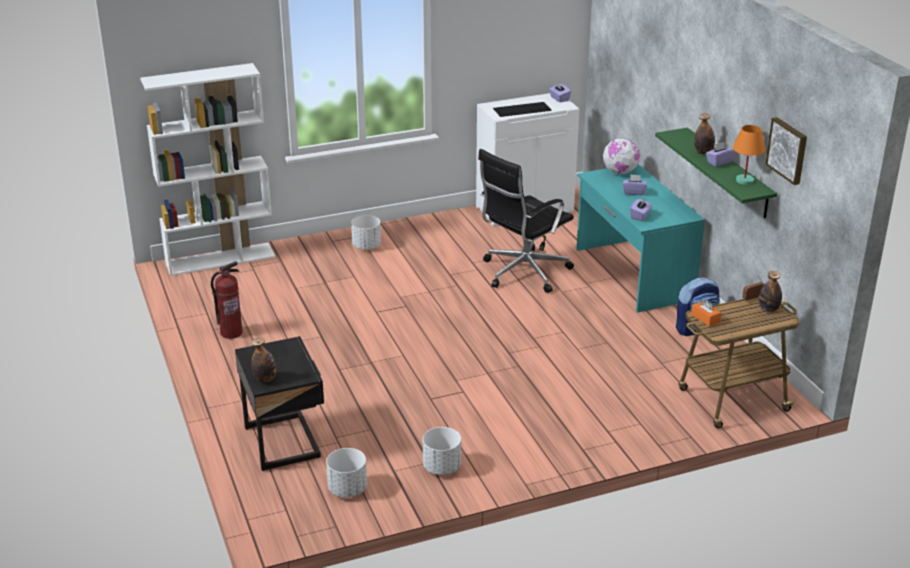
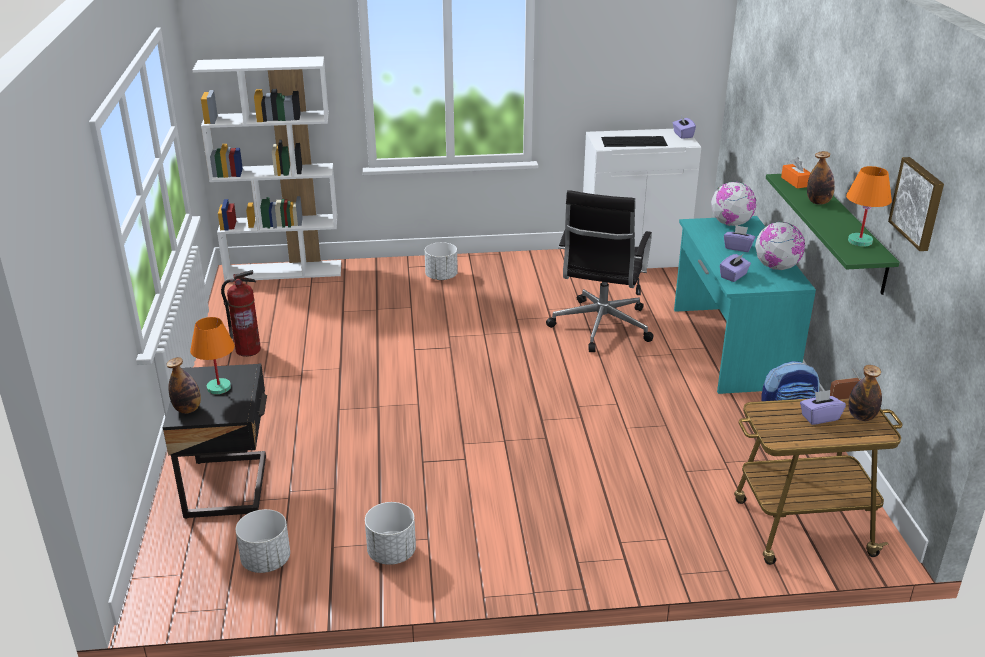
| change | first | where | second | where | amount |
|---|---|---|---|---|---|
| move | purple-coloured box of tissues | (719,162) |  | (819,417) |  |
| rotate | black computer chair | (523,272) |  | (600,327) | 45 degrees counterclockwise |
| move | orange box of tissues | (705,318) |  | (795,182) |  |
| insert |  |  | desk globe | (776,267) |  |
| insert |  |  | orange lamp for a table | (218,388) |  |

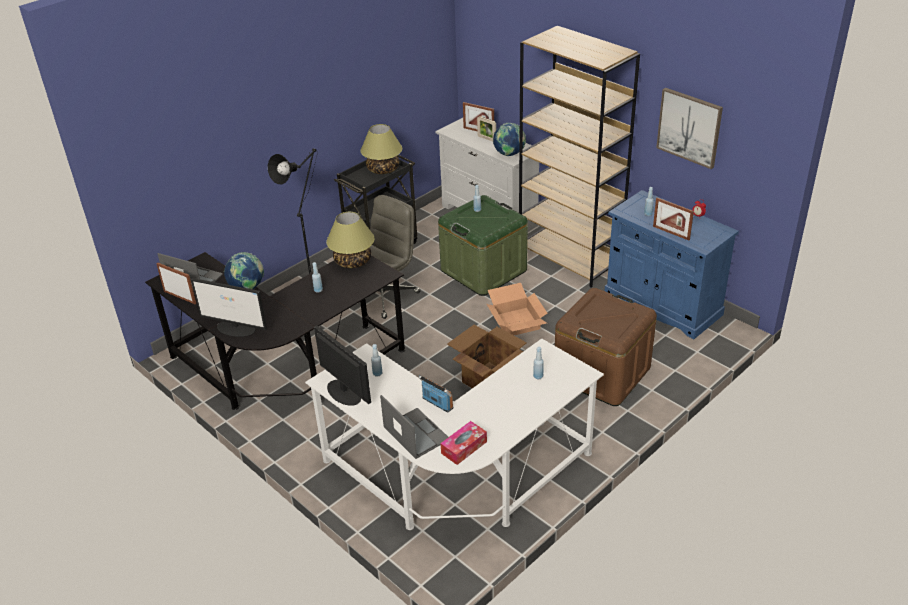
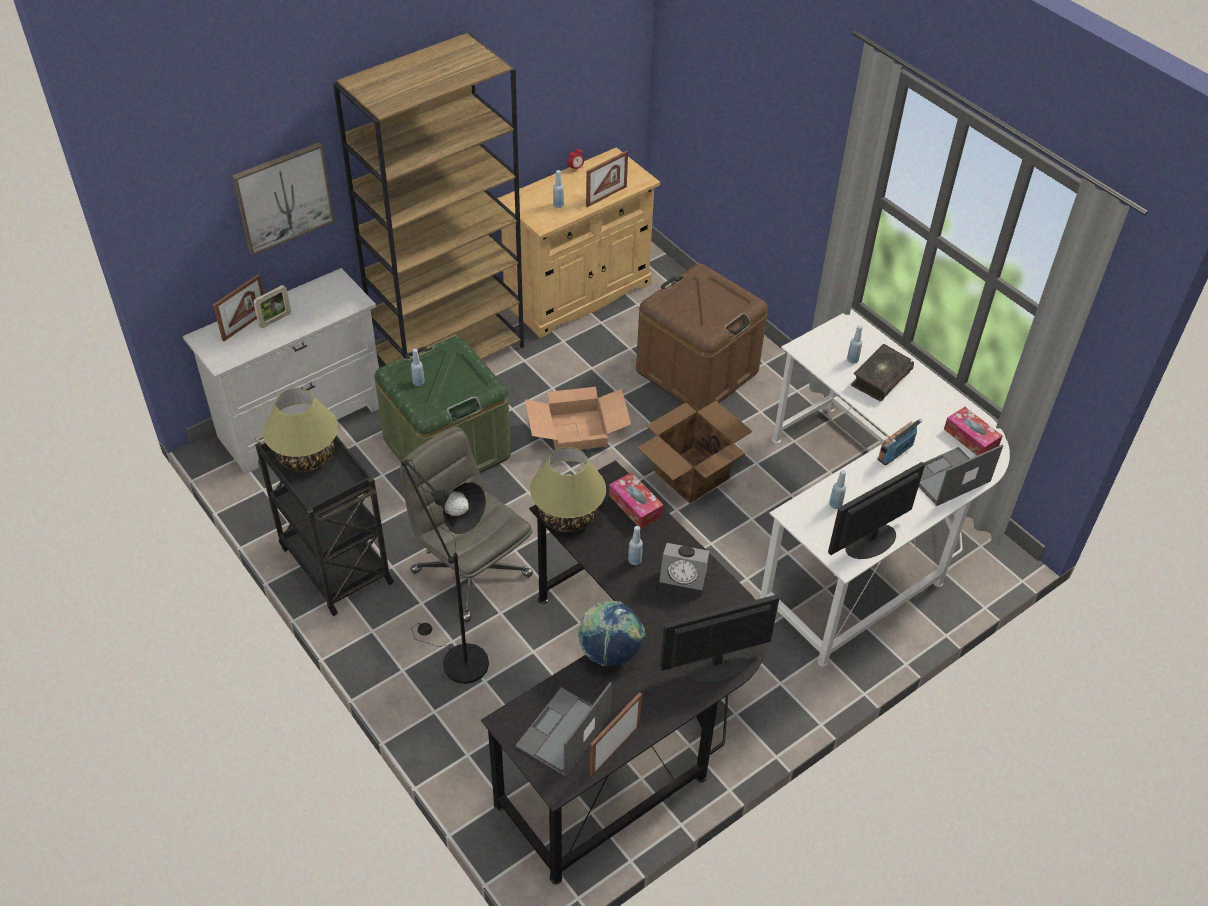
| change | first | where | second | where | amount |
|---|---|---|---|---|---|
| move | picture | (689,127) |  | (283,197) |  |
| delete | desk globe | (509,155) |  |  |  |
| recolor | blue-coloured storage cabinet | (662,304) | sand-coloured storage cabinet | (578,293) |  |
| rotate | monitor | (236,328) |  | (715,665) | 135 degrees counterclockwise |
| insert |  |  | bound book | (880,378) |  |
| insert |  |  | box of tissues | (635,506) |  |
| insert |  |  | table clock | (684,580) |  |

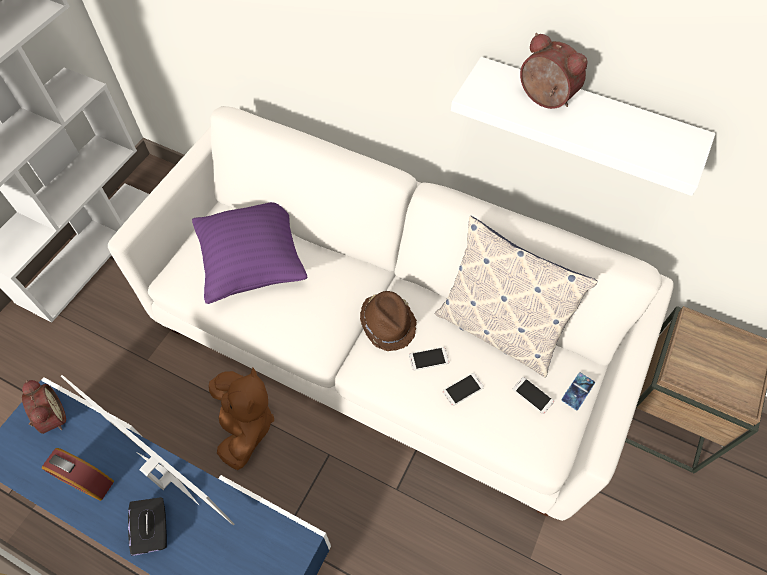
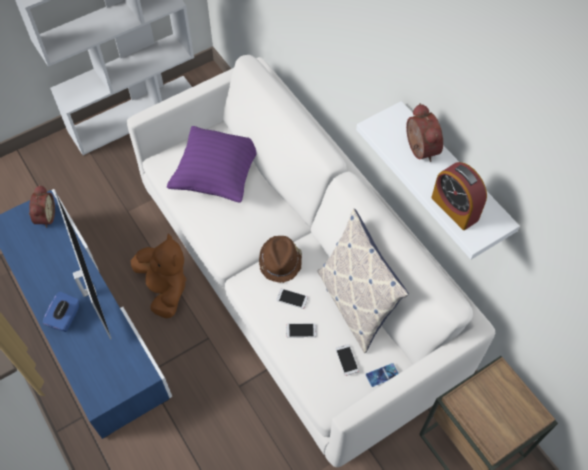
| change | first | where | second | where | amount |
|---|---|---|---|---|---|
| rotate | brown soft toy | (245,426) |  | (165,289) | 45 degrees counterclockwise |
| move | table clock | (87,480) |  | (454,208) |  |
| recolor | black box of tissues | (154,529) | blue-coloured box of tissues | (65,317) |  |

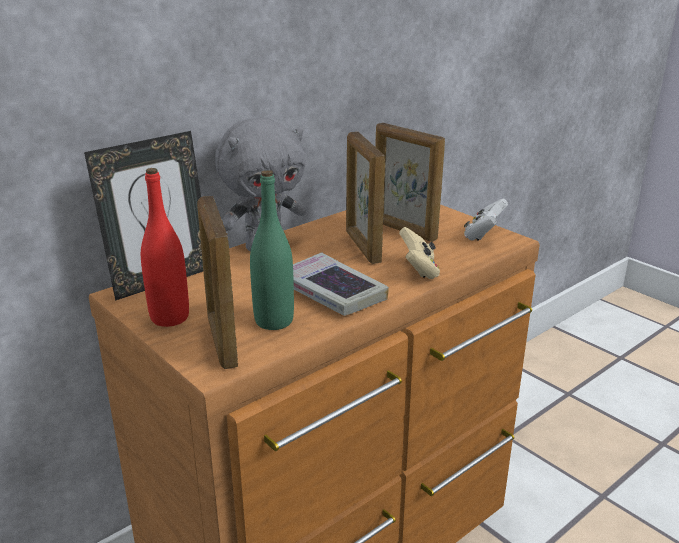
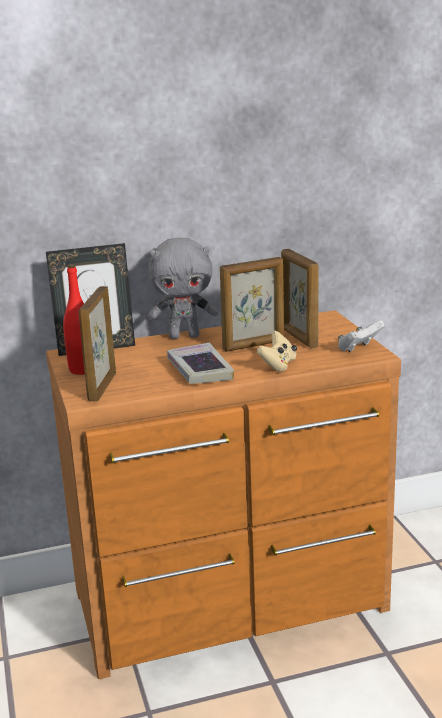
| change | first | where | second | where | amount |
|---|---|---|---|---|---|
| rotate | standing frame | (362,247) |  | (254,345) | 120 degrees counterclockwise |
| delete | green-coloured beverage bottle | (274,321) |  |  |  |

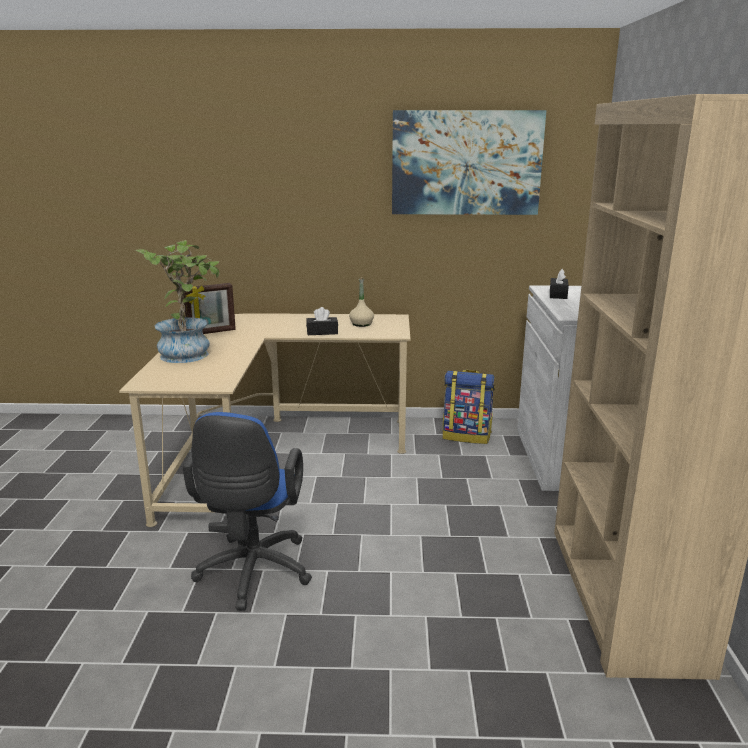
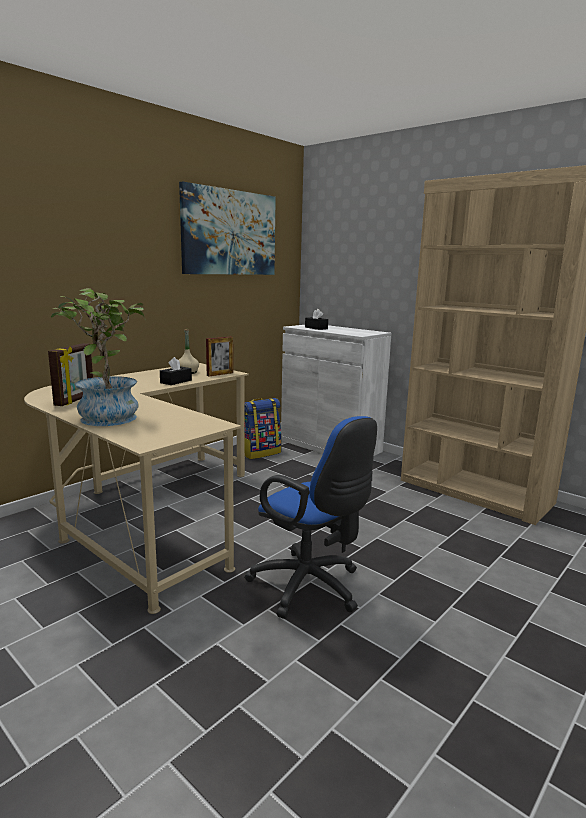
| change | first | where | second | where | amount |
|---|---|---|---|---|---|
| insert |  |  | standing frame | (220,374) |  |

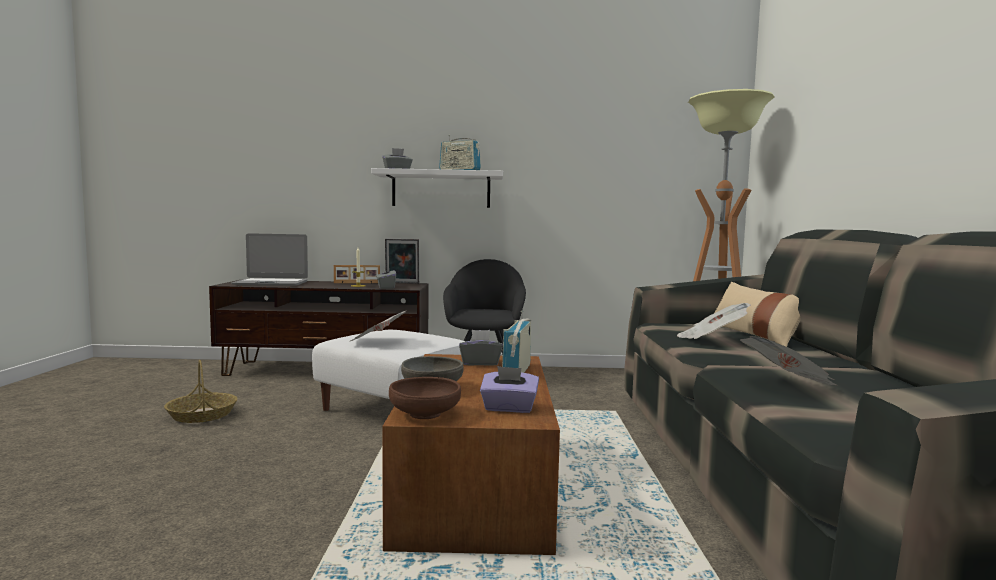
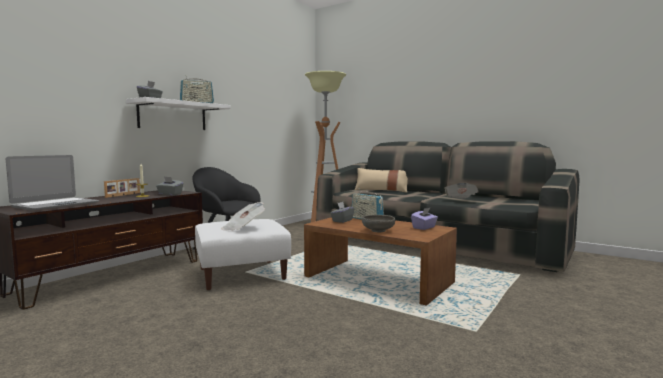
| change | first | where | second | where | amount |
|---|---|---|---|---|---|
| delete | standing frame | (402,283) |  |  |  |
| delete | daily paper | (711,339) |  |  |  |
| delete | storage basket | (202,415) |  |  |  |
| delete | brown bowl | (424,414) |  |  |  |

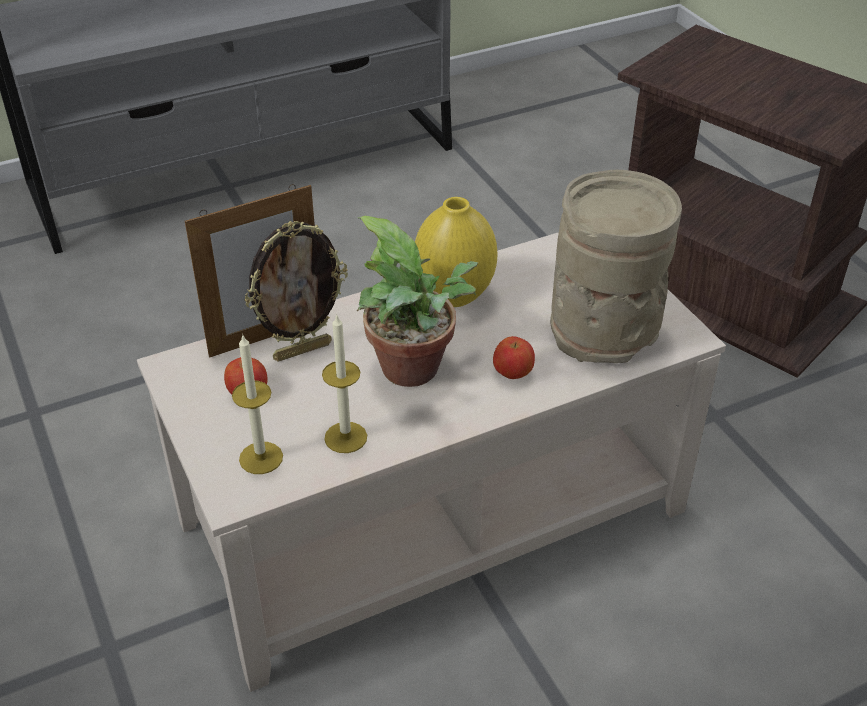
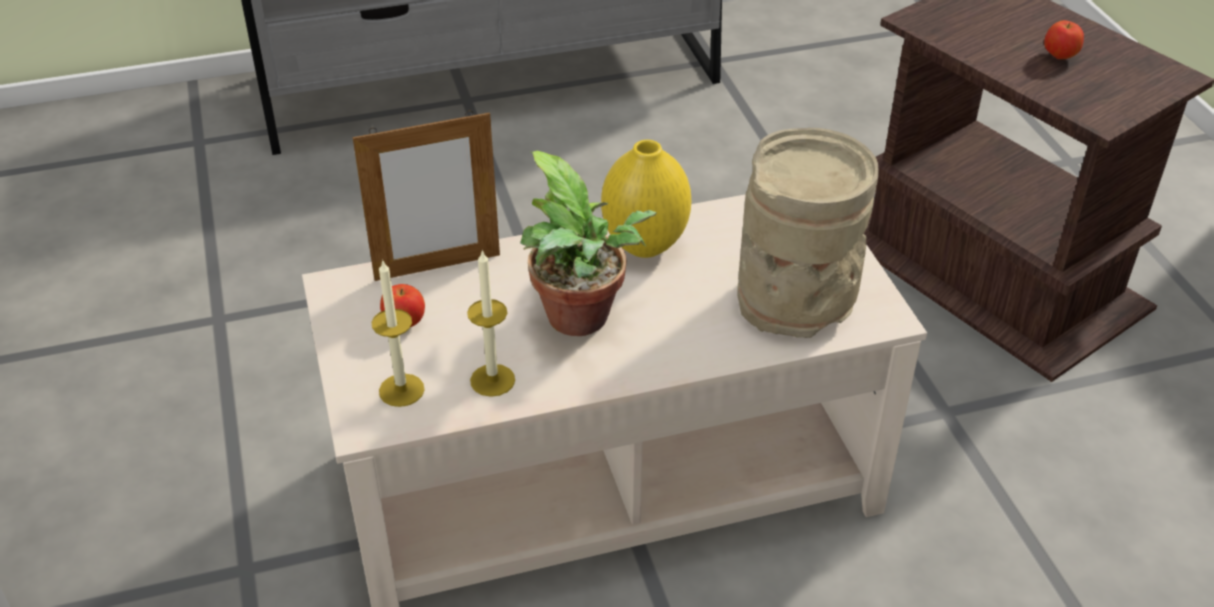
| change | first | where | second | where | amount |
|---|---|---|---|---|---|
| delete | standing frame | (302,350) |  |  |  |
| move | apple | (512,373) |  | (1059,56) |  |

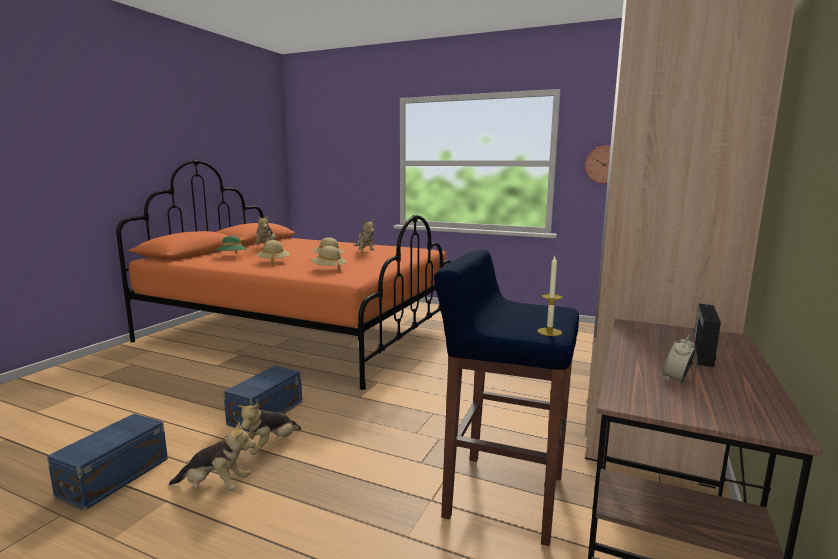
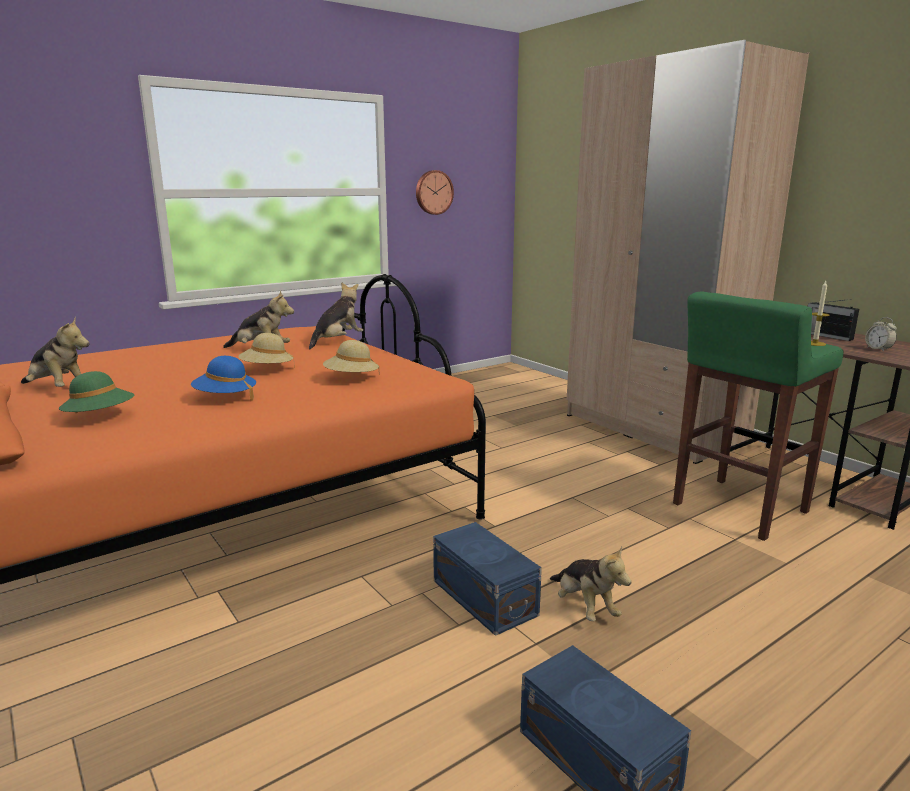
| change | first | where | second | where | amount |
|---|---|---|---|---|---|
| recolor | sand-coloured wearable hat | (273,262) | blue-coloured wearable hat | (225,398) |  |
| recolor | blue-coloured sitting stool | (502,496) | green-coloured sitting stool | (738,509) |  |
| move | soft toy | (215,486) |  | (337,341) |  |

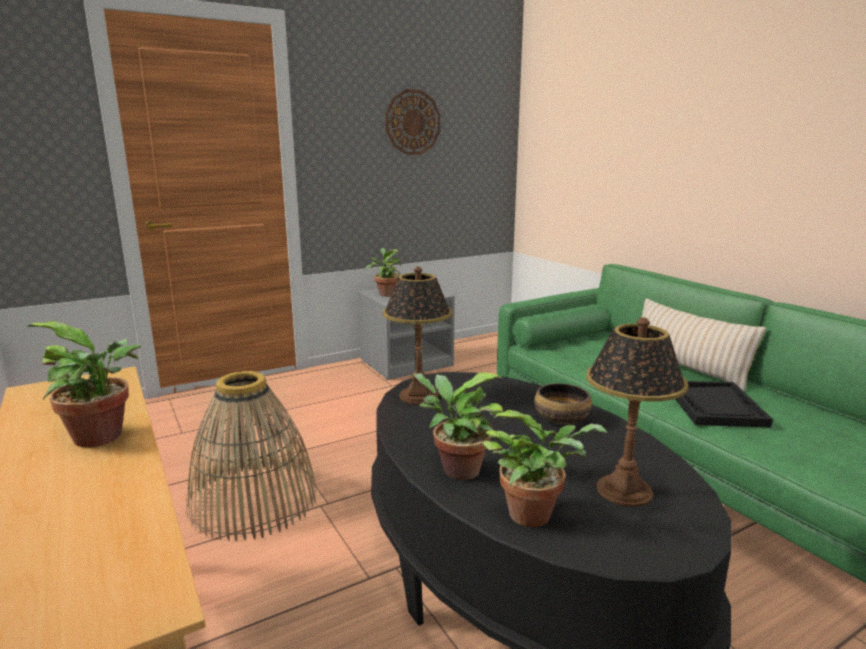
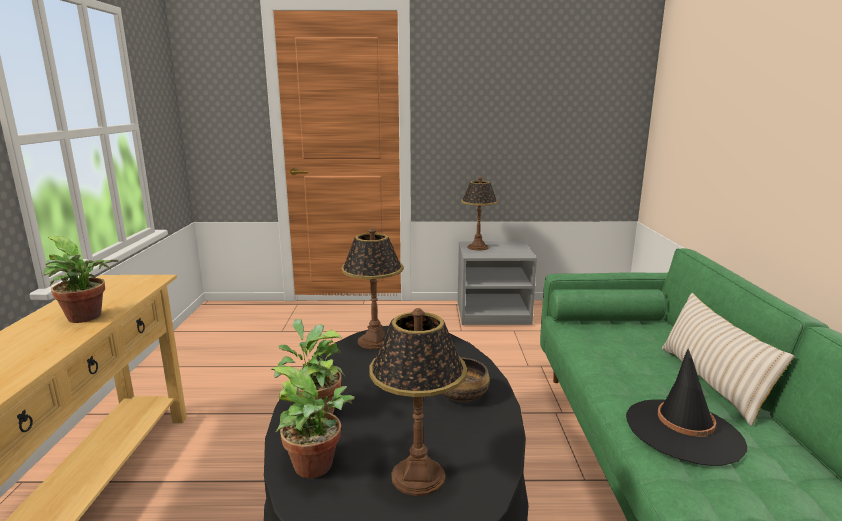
| change | first | where | second | where | amount |
|---|---|---|---|---|---|
| delete | hanging clock | (412,122) |  |  |  |
| replace | potted plant | (386,294) | lamp for a table | (478,247) |  |
| delete | storage basket | (254,501) |  |  |  |
| replace | black carrying tray | (715,406) | black wearable hat | (683,431) |  |

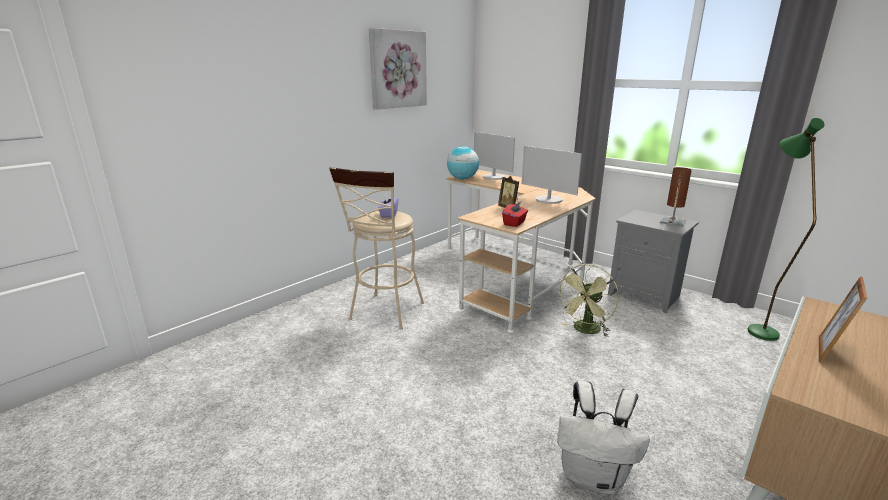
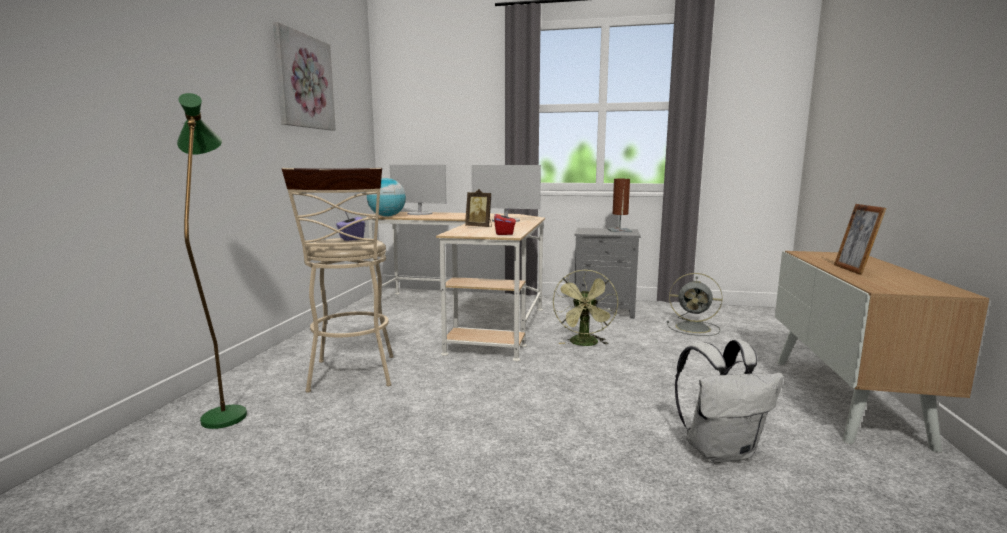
| change | first | where | second | where | amount |
|---|---|---|---|---|---|
| move | green-coloured standard lamp | (757,328) |  | (225,411) |  |
| insert |  |  | gray cooling fan | (694,328) |  |

